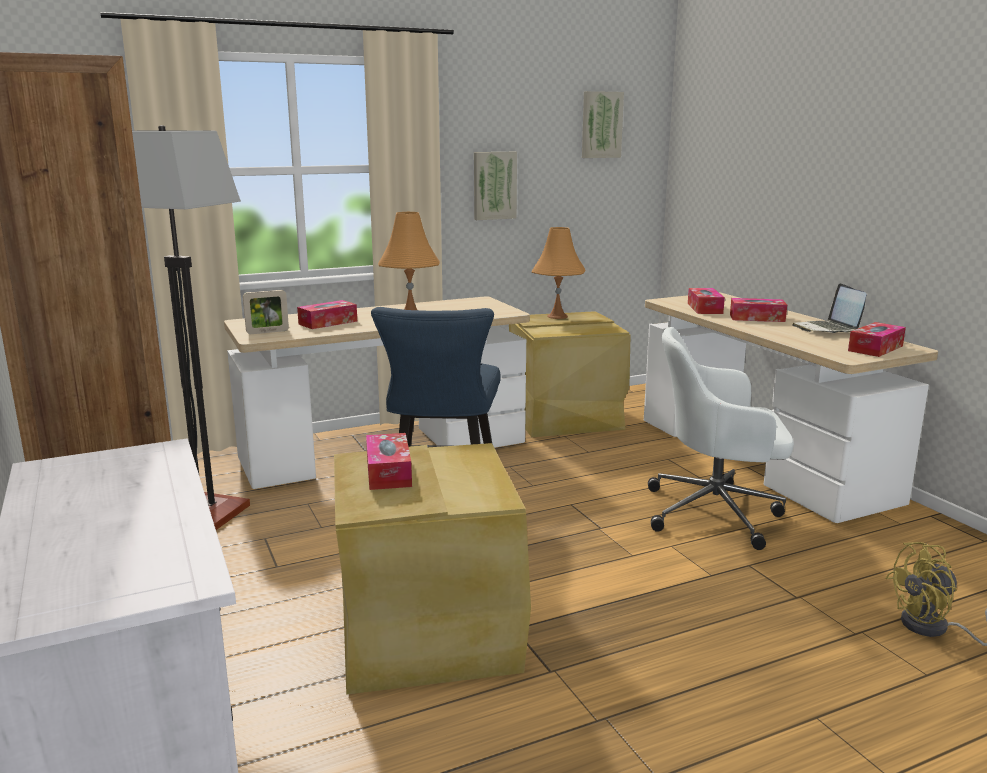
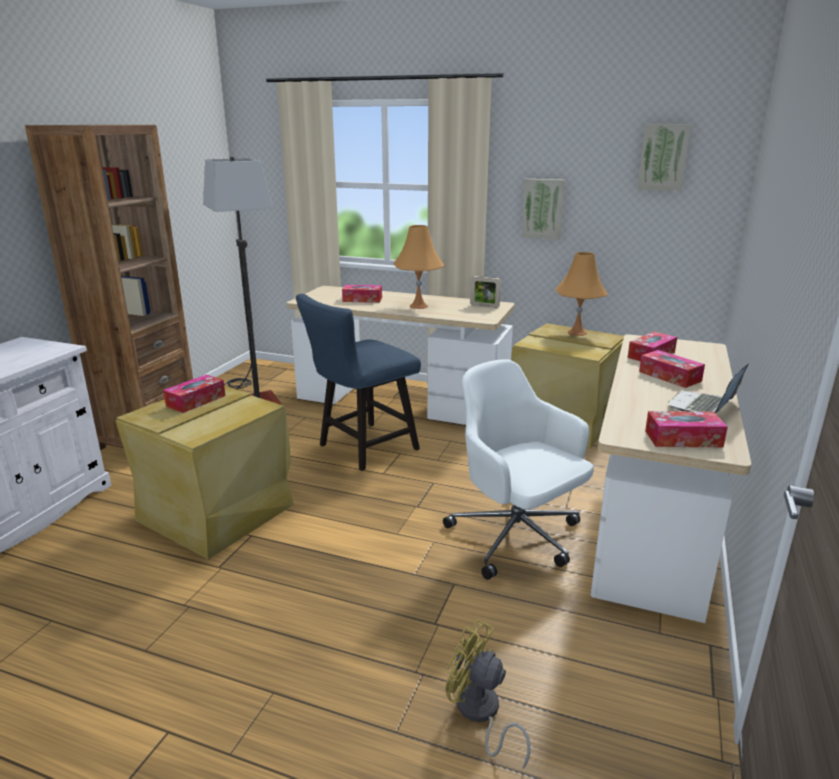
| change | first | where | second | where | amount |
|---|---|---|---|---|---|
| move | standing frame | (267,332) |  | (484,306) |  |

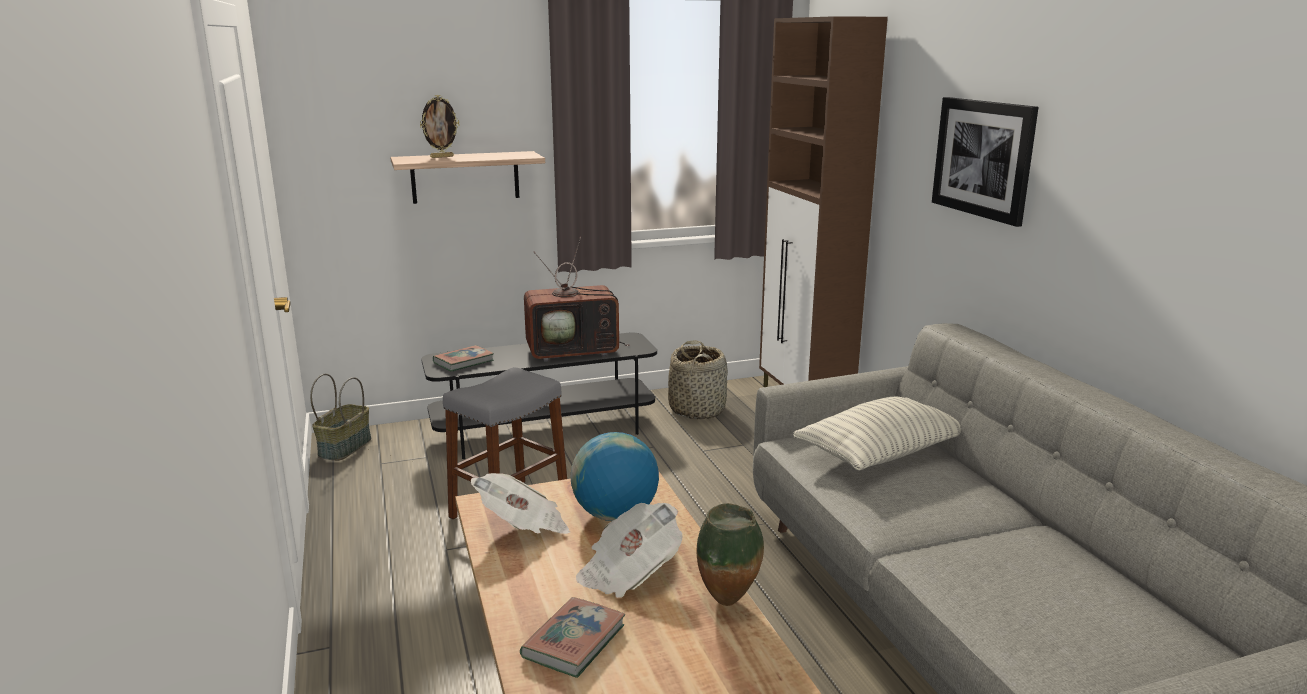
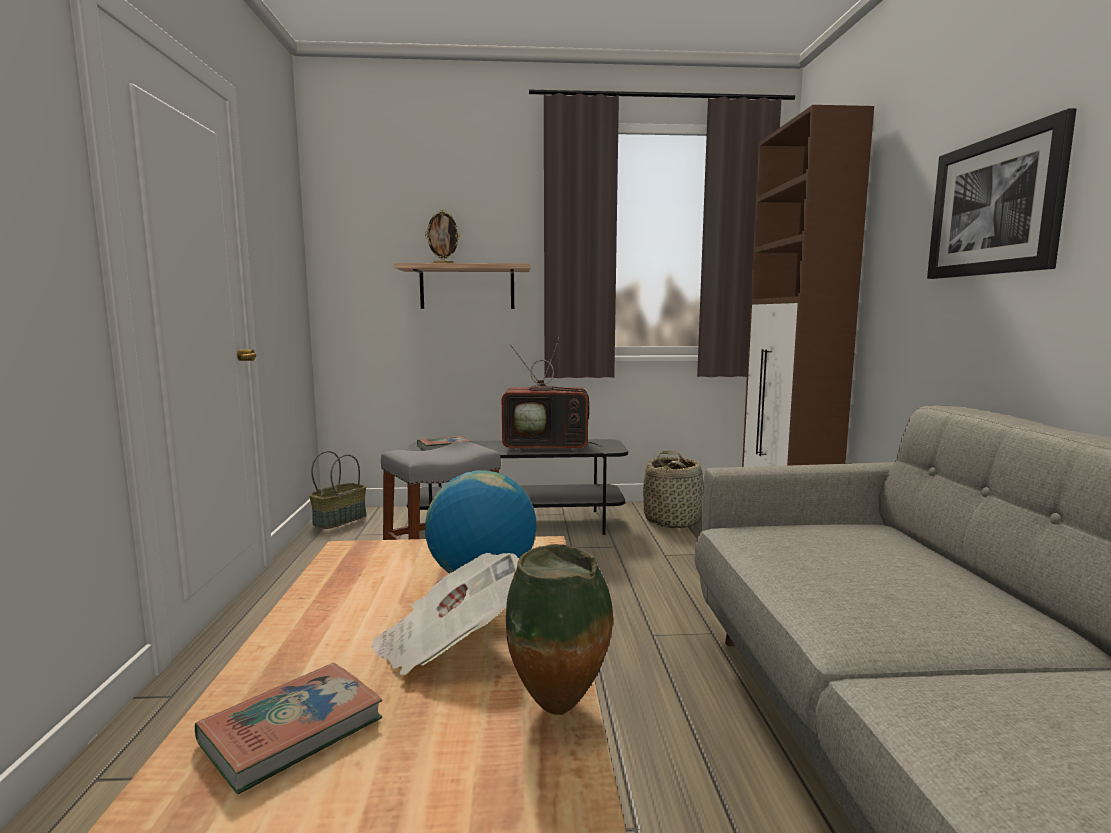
| change | first | where | second | where | amount |
|---|---|---|---|---|---|
| delete | pillow | (882,453) |  |  |  |
| delete | daily paper | (523,527) |  |  |  |

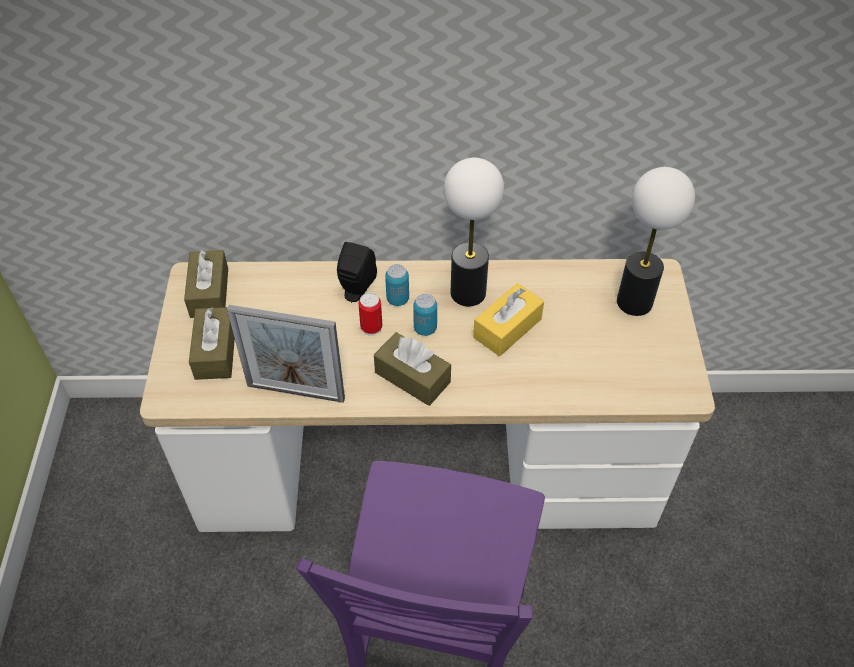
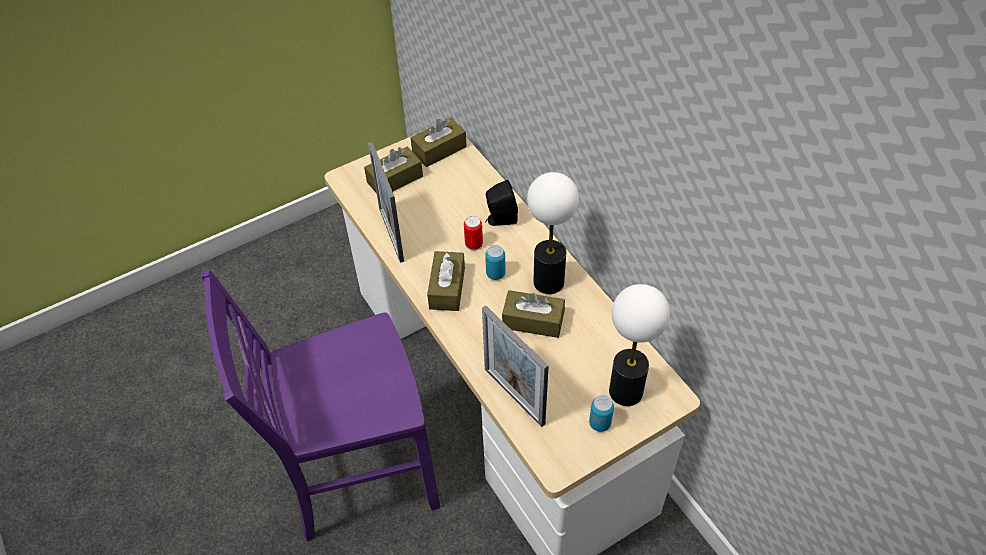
| change | first | where | second | where | amount |
|---|---|---|---|---|---|
| move | metal can | (397,299) |  | (599,423) |  |
| recolor | yellow-coloured box of tissues | (507,328) | brown box of tissues | (533,321) |  |
| insert |  |  | standing frame | (514,396) |  |

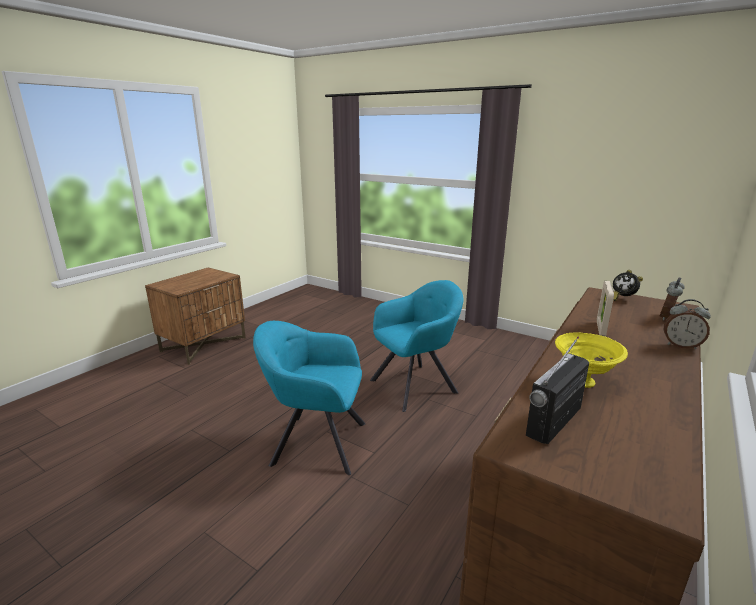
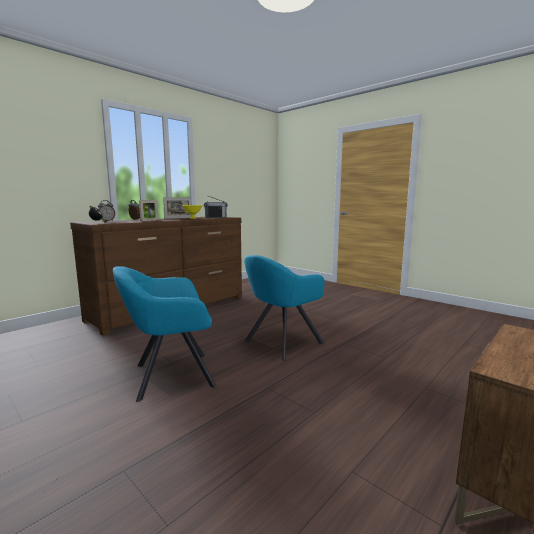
| change | first | where | second | where | amount |
|---|---|---|---|---|---|
| rotate | turquoise-coloured lounge chair | (315,442) |  | (281,343) | 120 degrees clockwise |
| insert |  |  | standing frame | (178,218) |  |

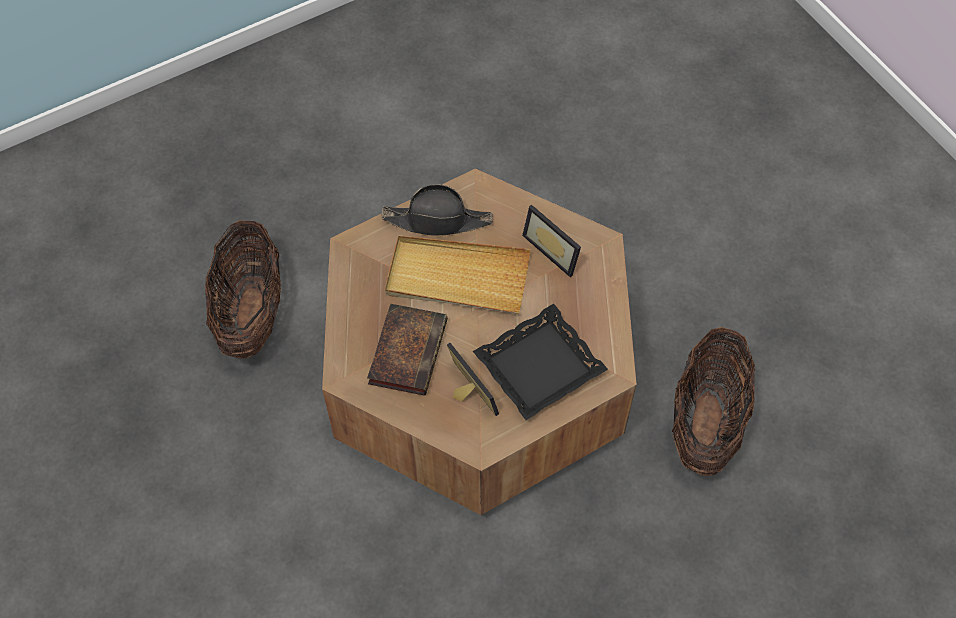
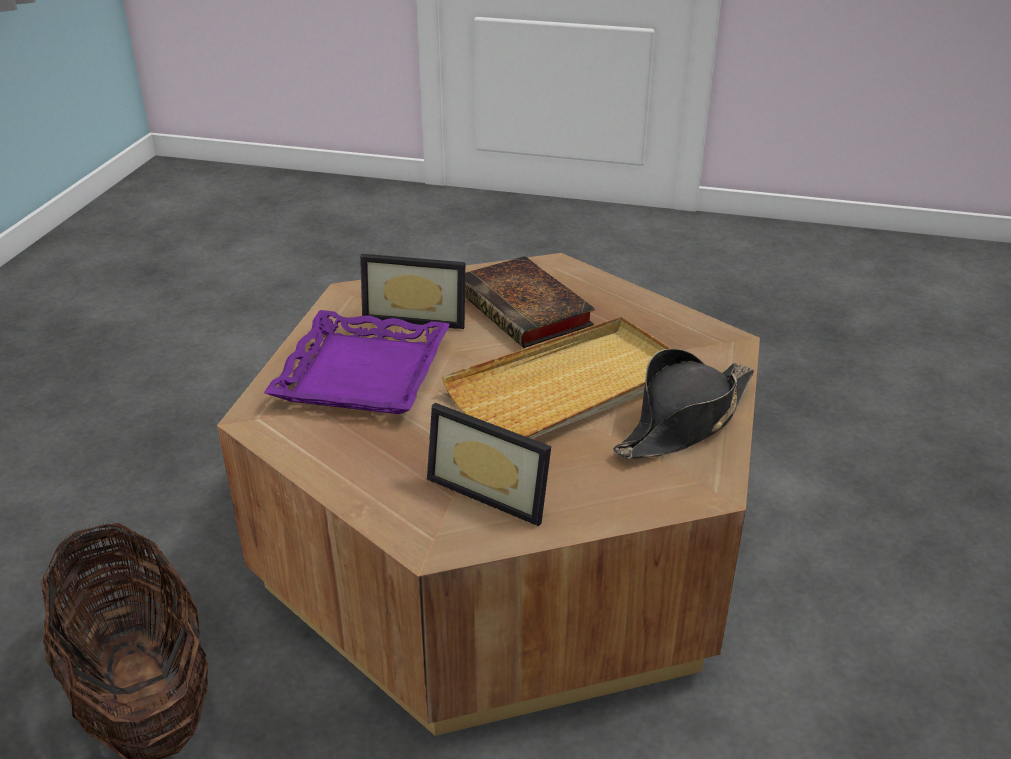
| change | first | where | second | where | amount |
|---|---|---|---|---|---|
| rotate | standing frame | (554,249) |  | (494,489) | 150 degrees counterclockwise |
| delete | storage basket | (251,313) |  |  |  |
| recolor | black carrying tray | (539,367) | purple-coloured carrying tray | (361,373) |  |

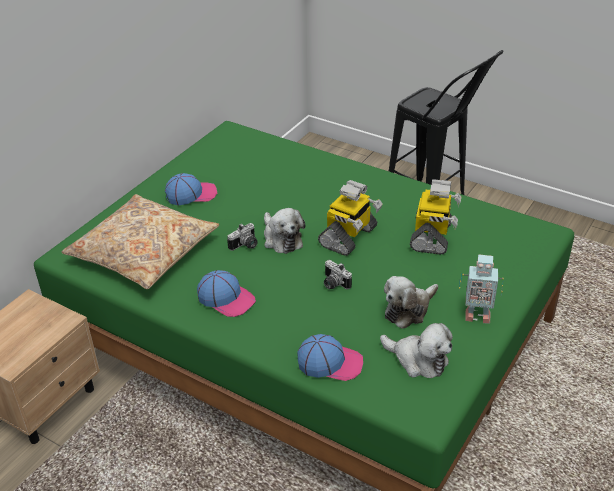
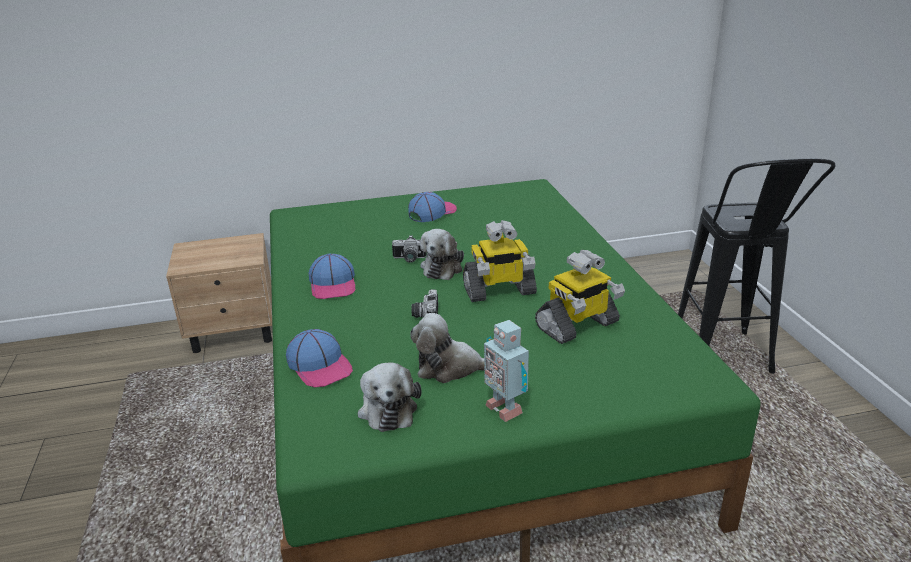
| change | first | where | second | where | amount |
|---|---|---|---|---|---|
| rotate | baseball cap | (191,194) |  | (432,212) | 75 degrees counterclockwise |
| delete | sand-coloured pillow | (144,252) |  |  |  |

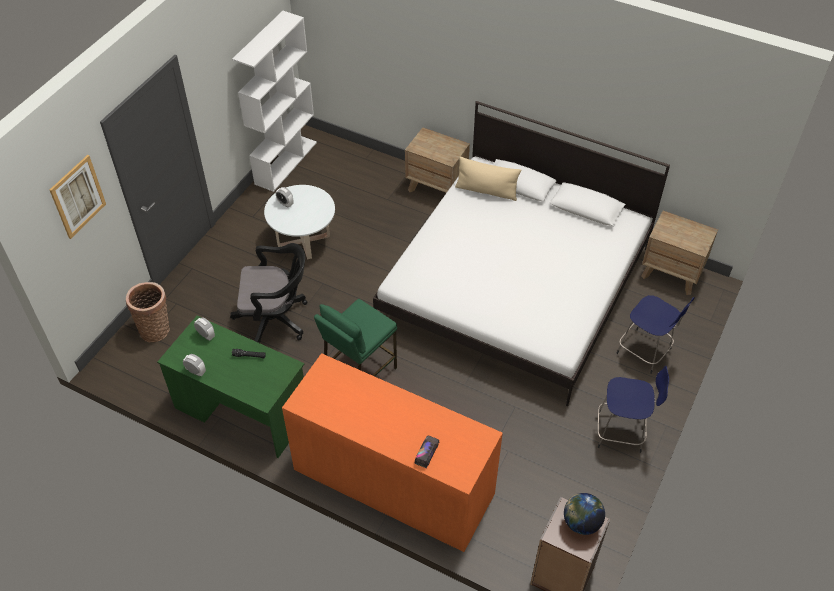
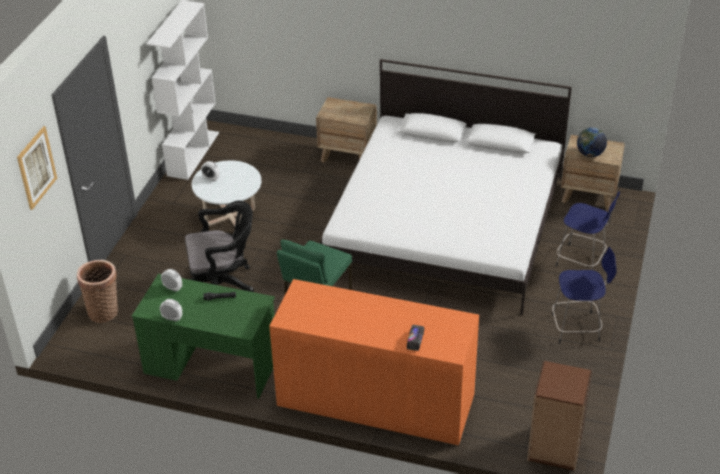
| change | first | where | second | where | amount |
|---|---|---|---|---|---|
| delete | sand-coloured pillow | (486,191) |  |  |  |
| move | desk globe | (581,523) |  | (590,154) |  |

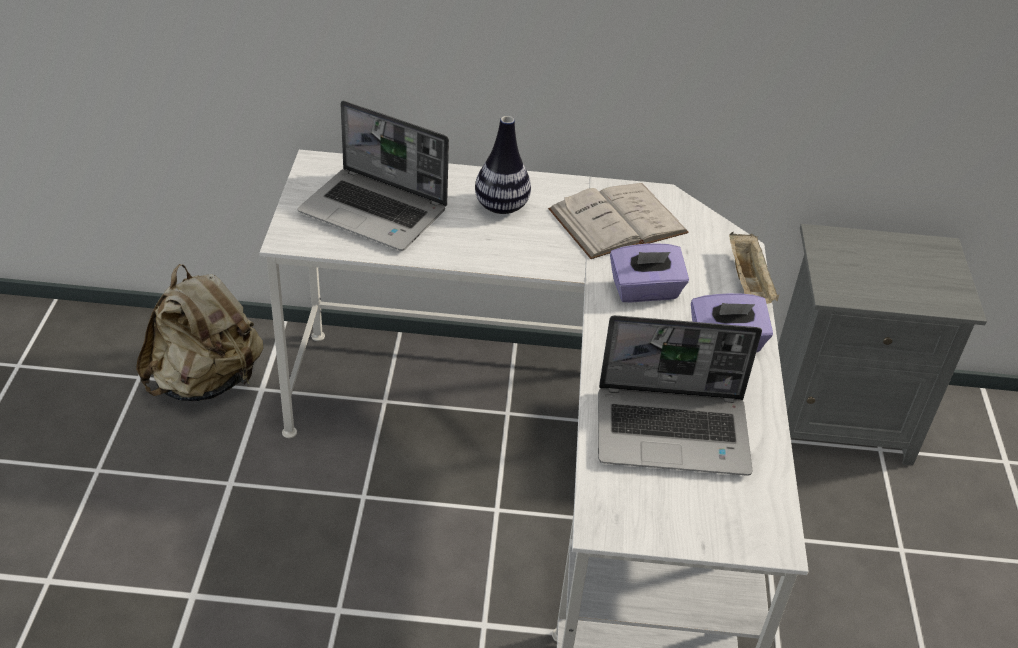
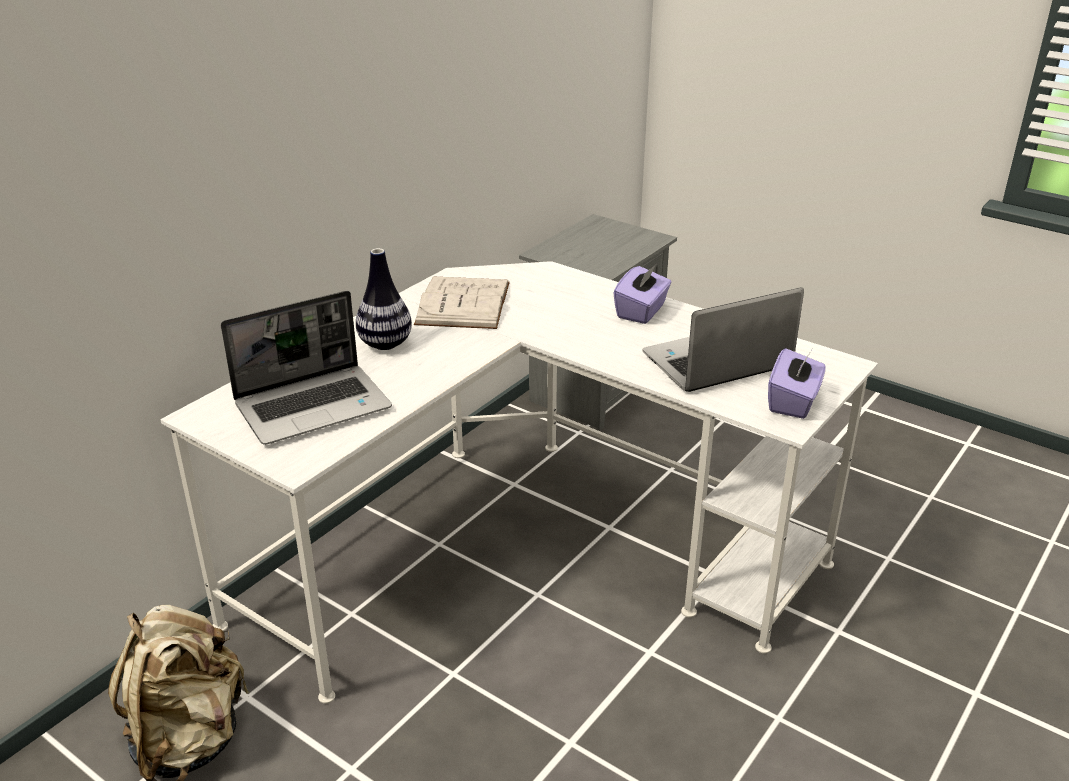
| change | first | where | second | where | amount |
|---|---|---|---|---|---|
| delete | sand-coloured carrying tray | (749,284) |  |  |  |
| move | purple-coloured box of tissues | (645,291) |  | (793,402) |  |
| rotate | portable computer | (674,432) |  | (716,363) | 150 degrees counterclockwise |

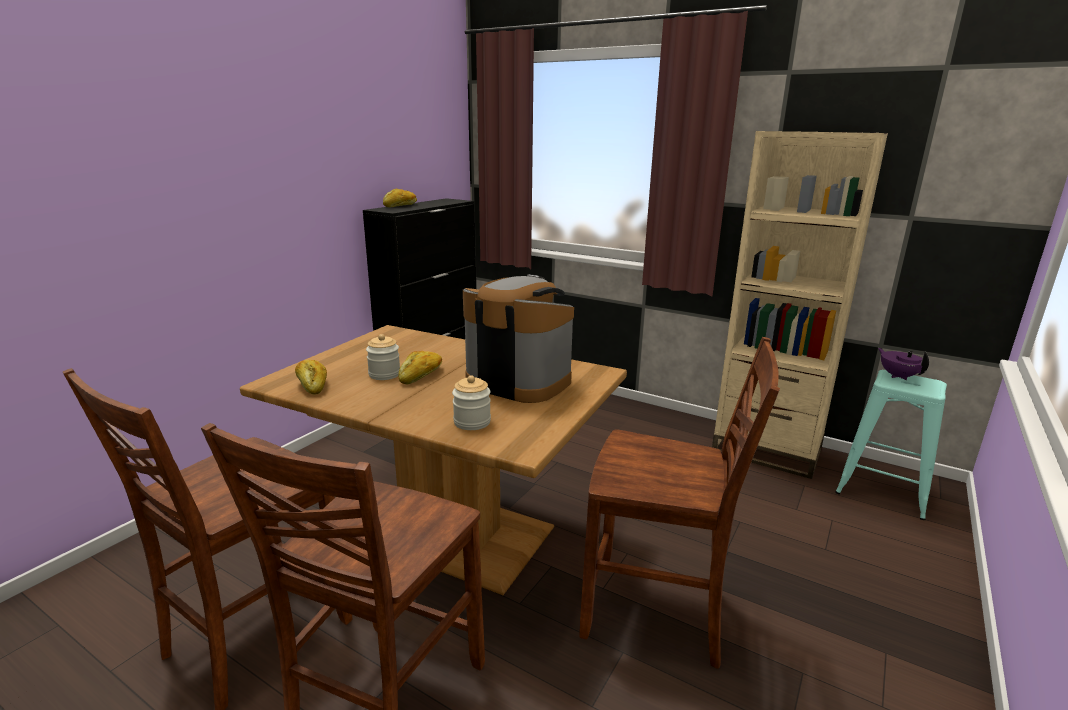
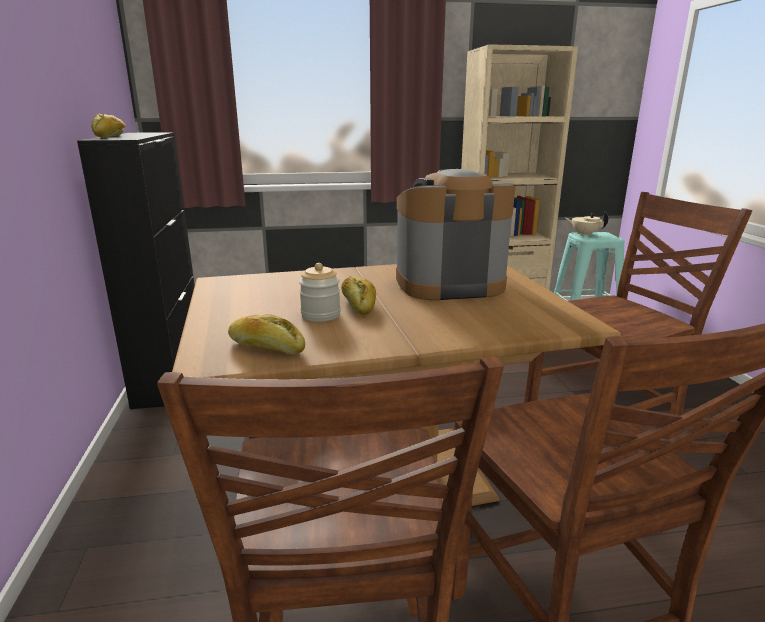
| change | first | where | second | where | amount |
|---|---|---|---|---|---|
| recolor | purple-coloured teapot | (898,376) | sand-coloured teapot | (584,234) |  |
| delete | storage jar | (472,422) |  |  |  |

